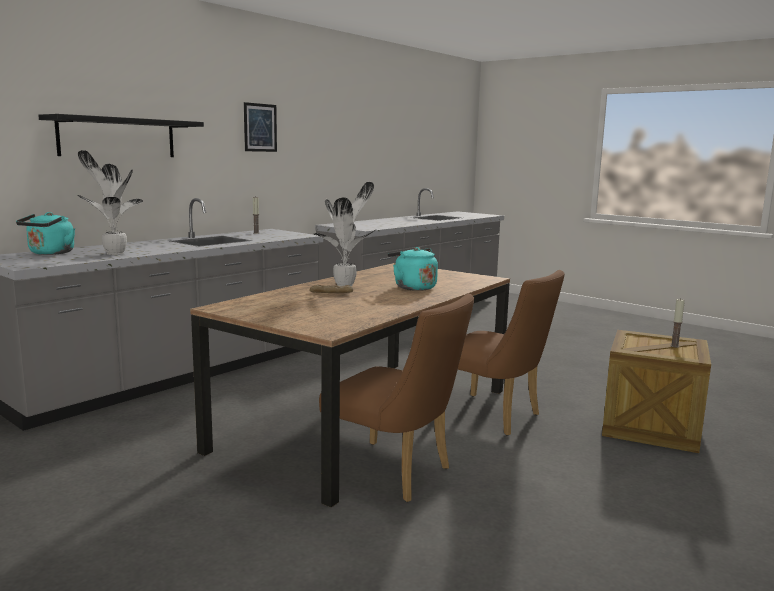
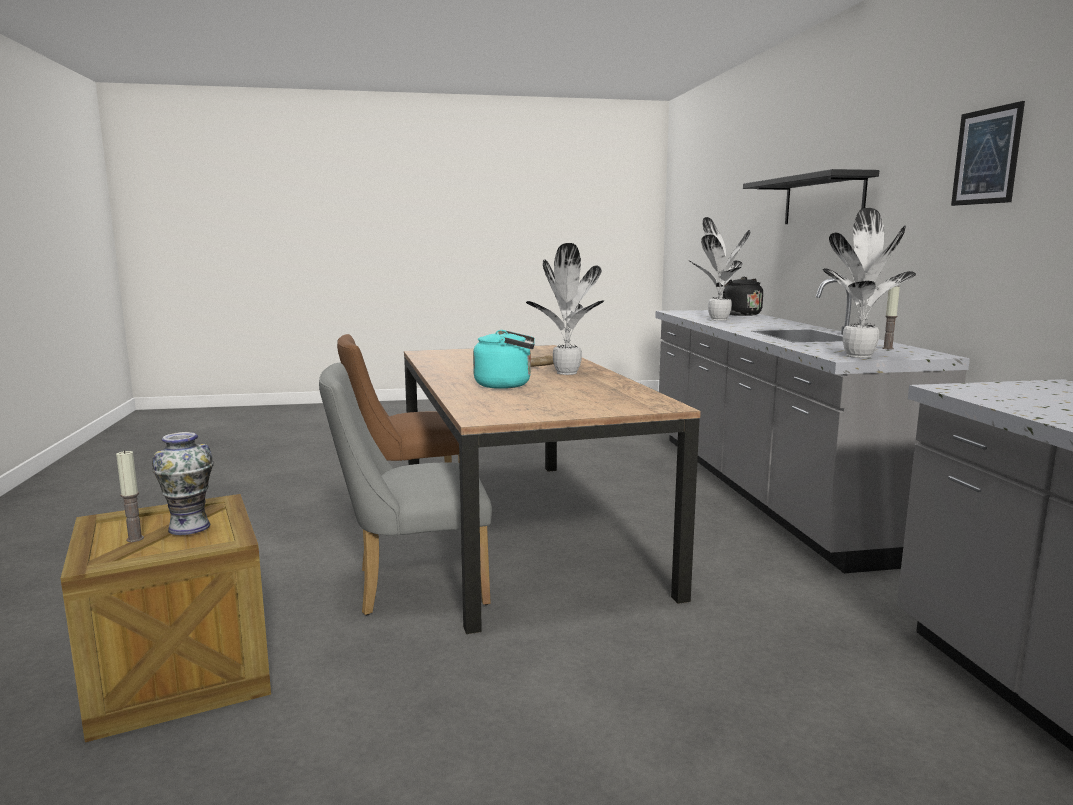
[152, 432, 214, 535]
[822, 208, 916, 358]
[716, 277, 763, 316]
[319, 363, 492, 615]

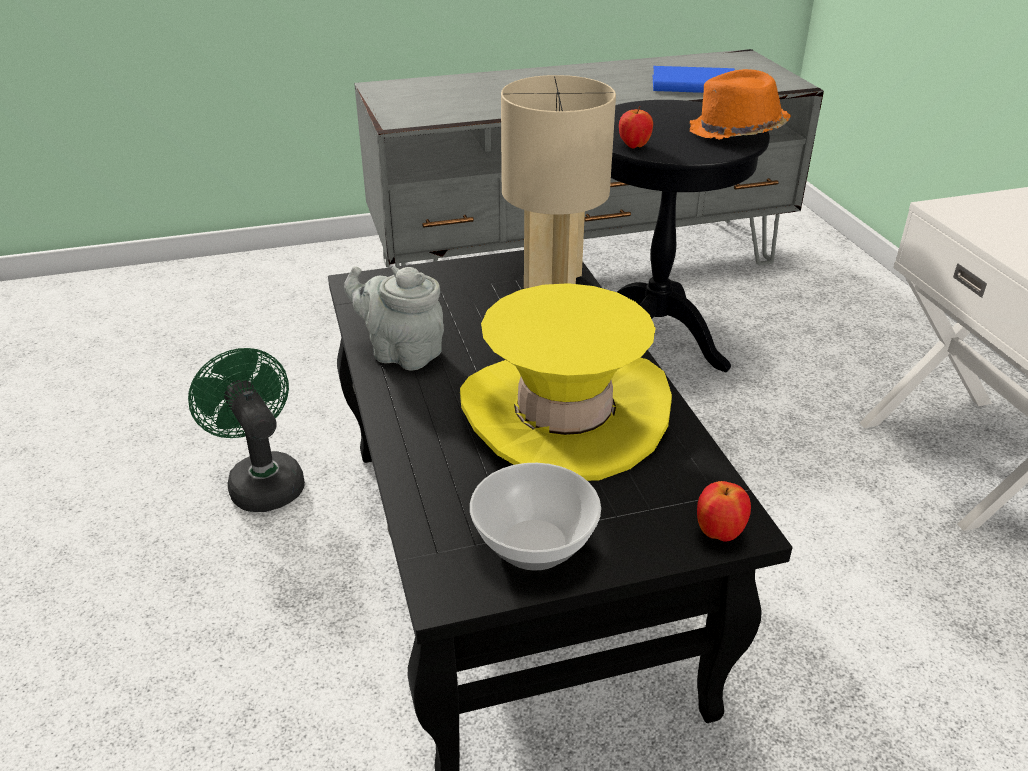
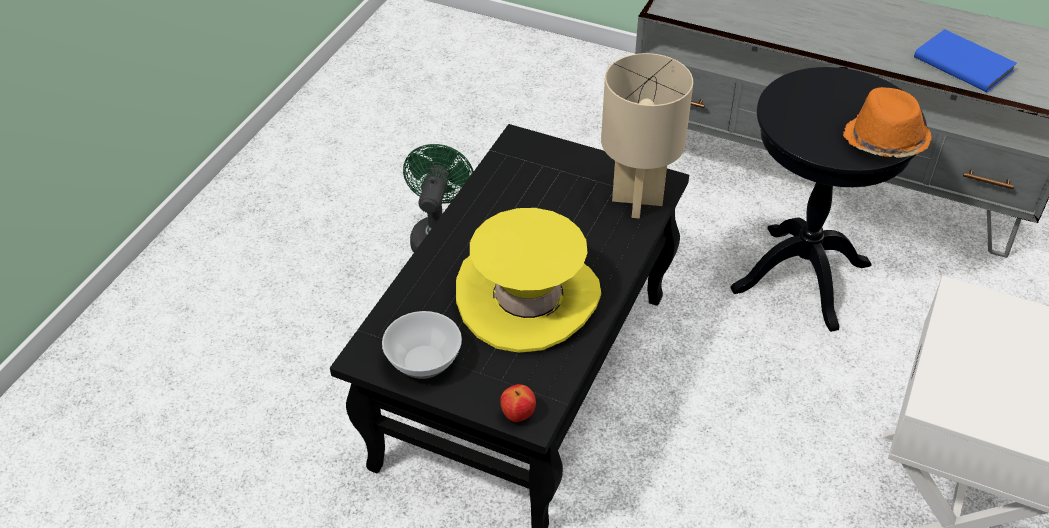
[344, 266, 444, 370] (first image)
[619, 106, 653, 149] (first image)

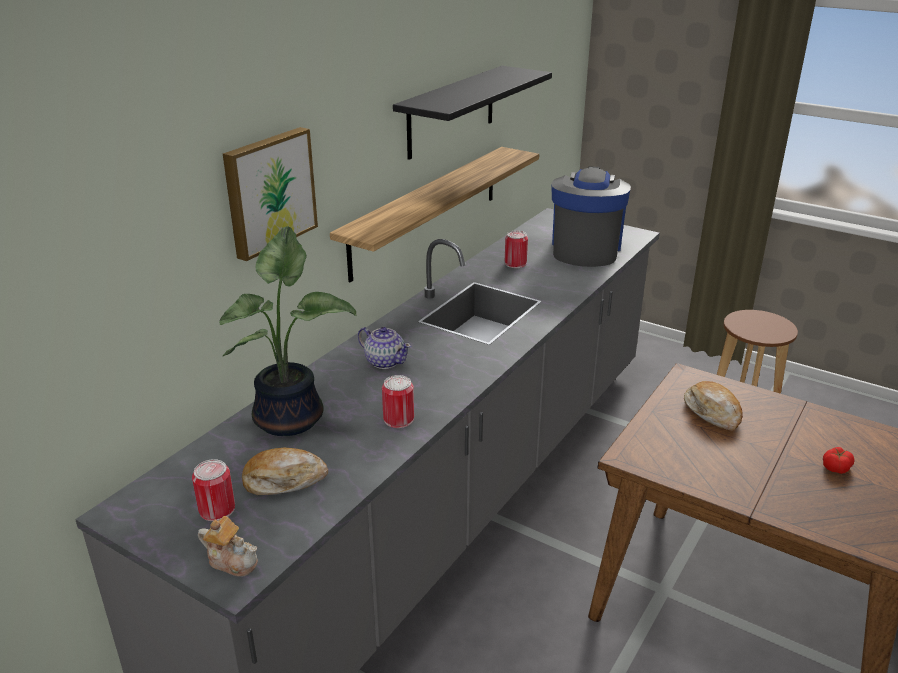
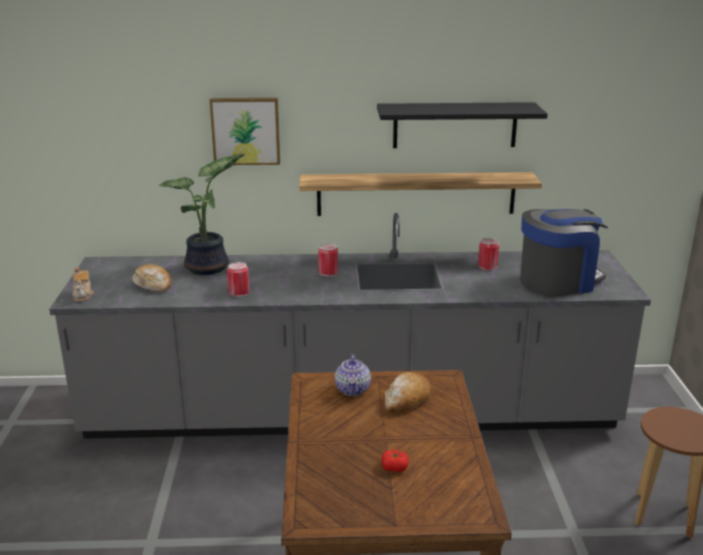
[318, 244, 338, 276]
[335, 354, 371, 396]

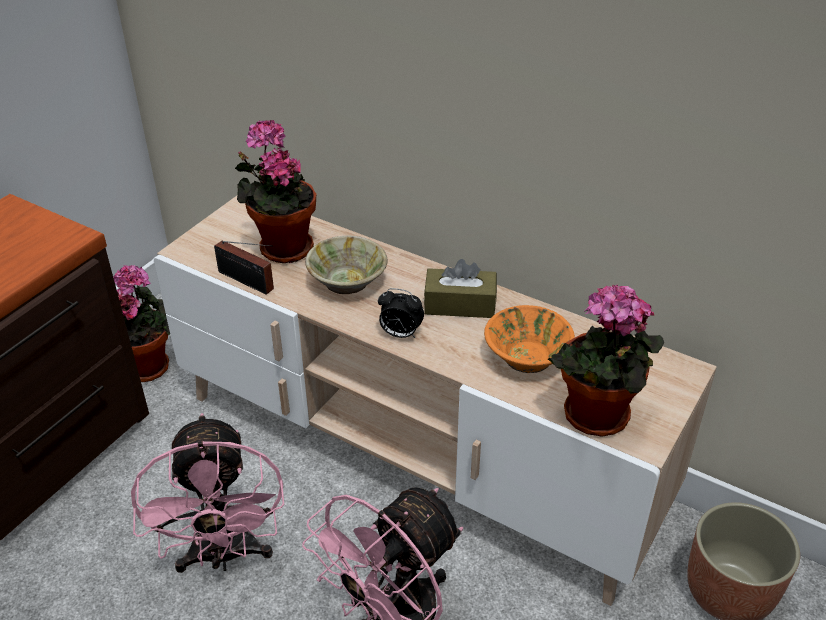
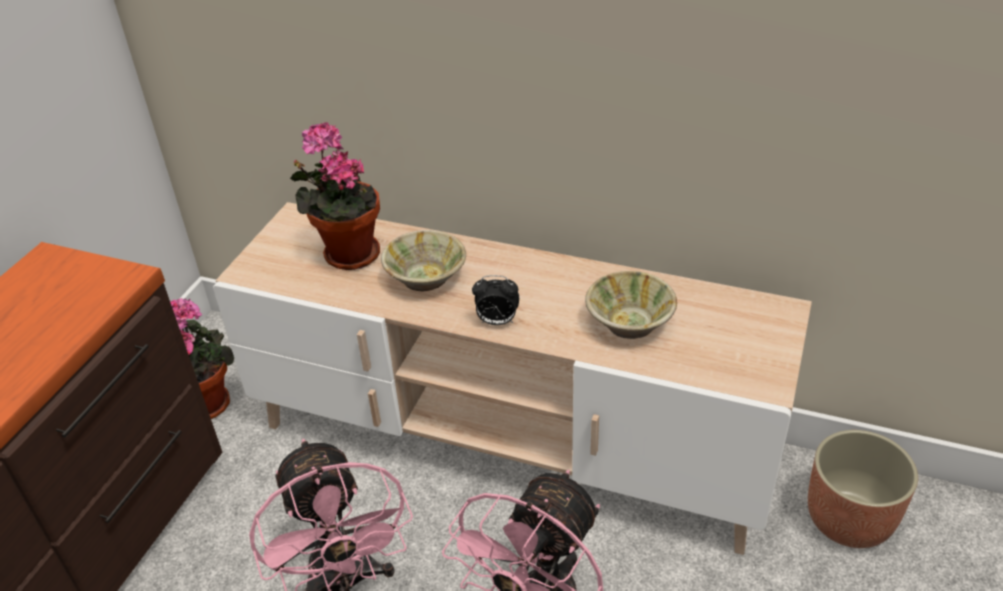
[214, 241, 274, 295] (first image)
[424, 259, 497, 318] (first image)
[548, 284, 664, 437] (first image)
[585, 271, 677, 339]

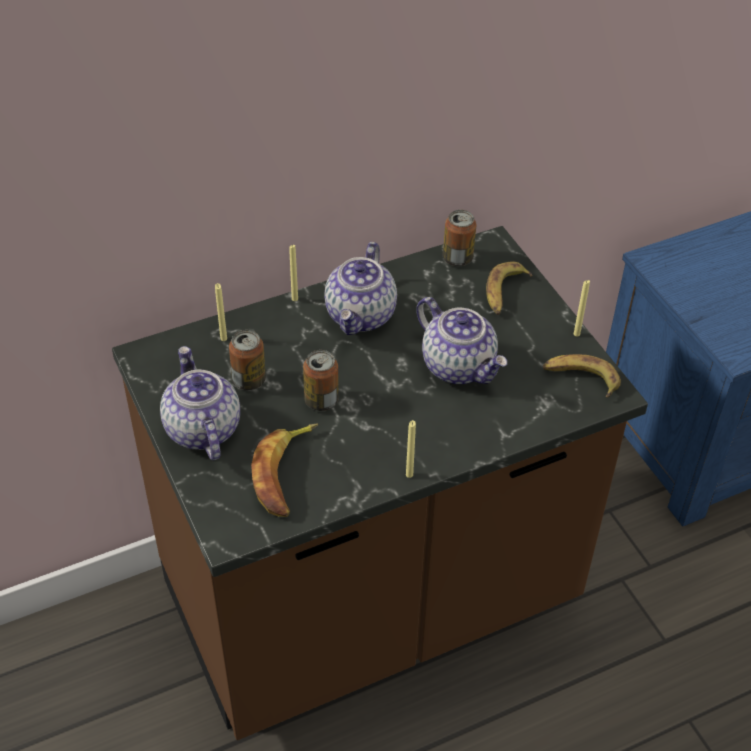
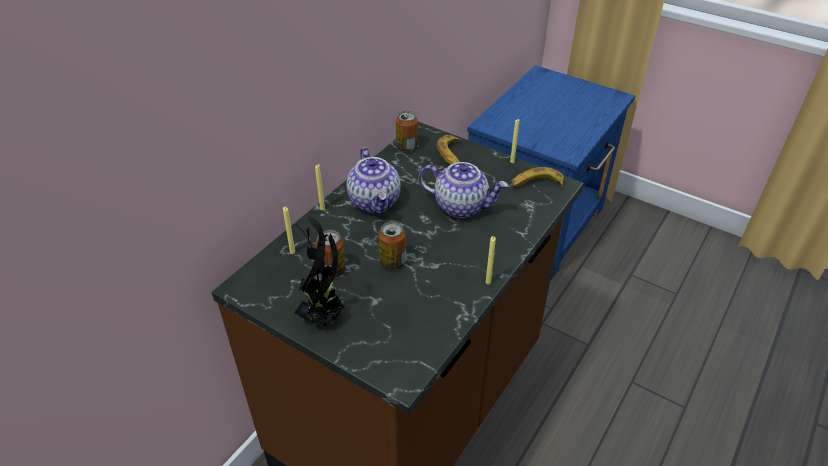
[251, 424, 319, 517] (first image)
[294, 216, 344, 327]

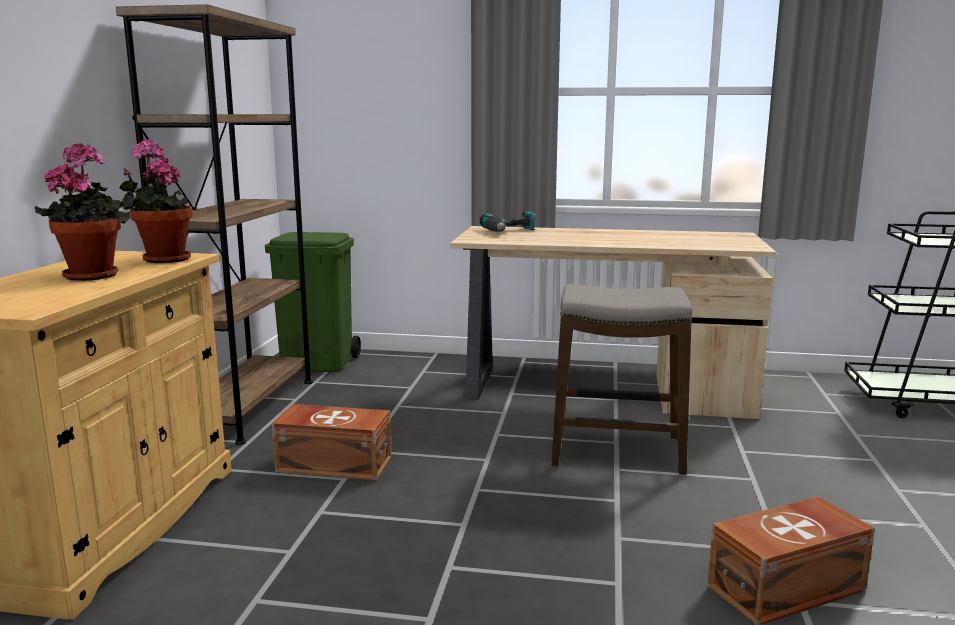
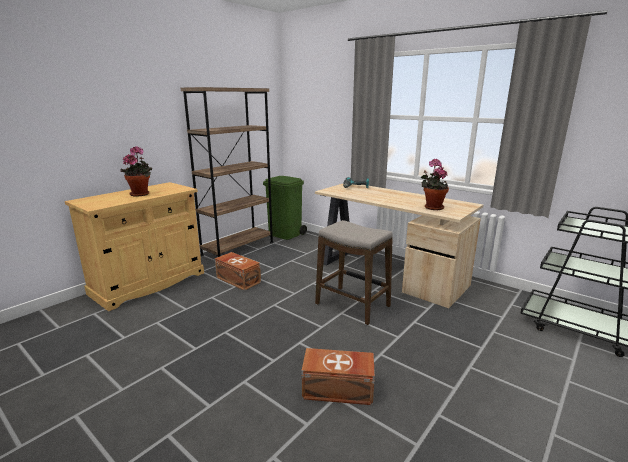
[421, 159, 449, 210]

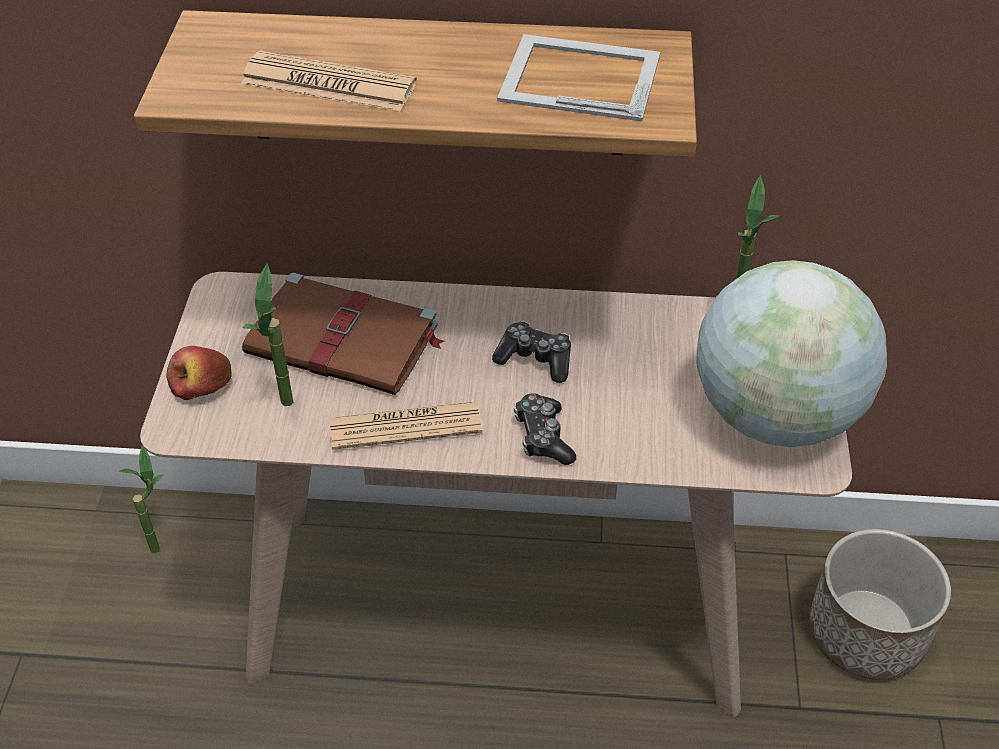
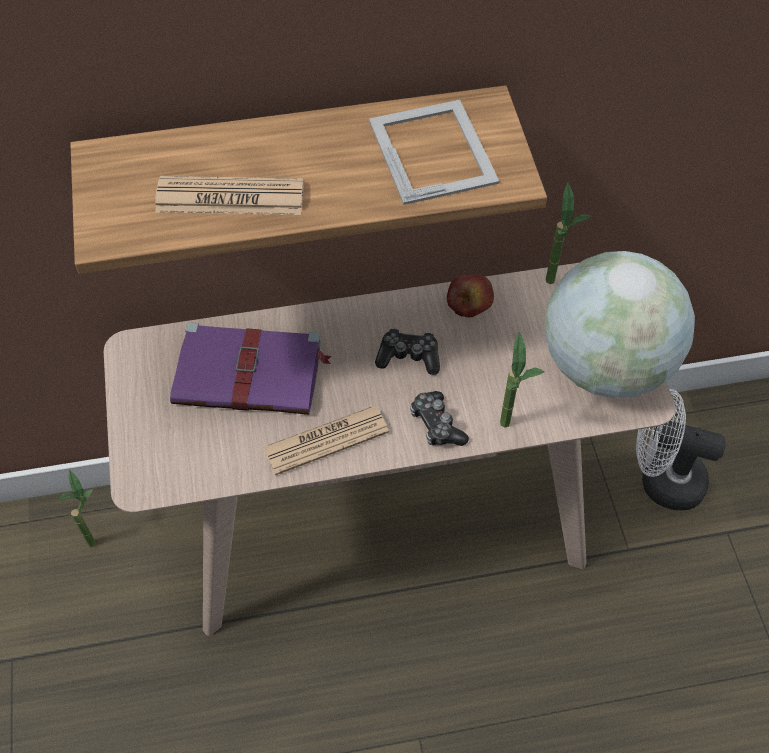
[447, 275, 494, 318]
[500, 332, 545, 428]
[636, 389, 726, 511]
[170, 322, 332, 415]
[369, 100, 500, 205]

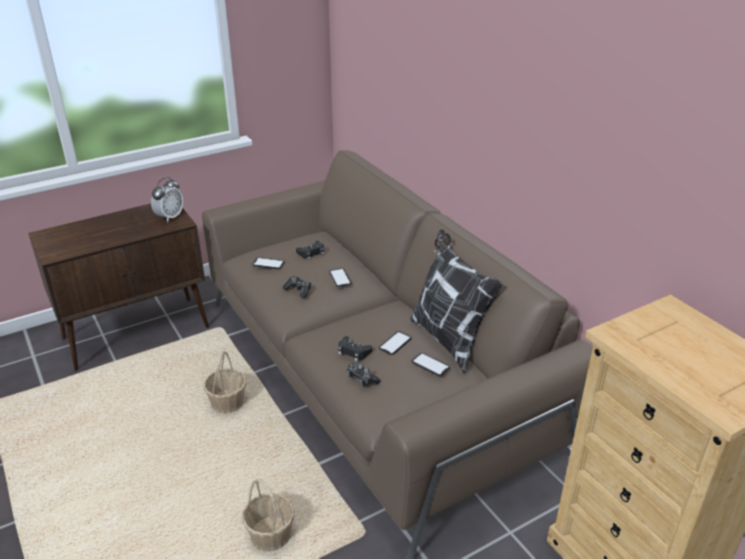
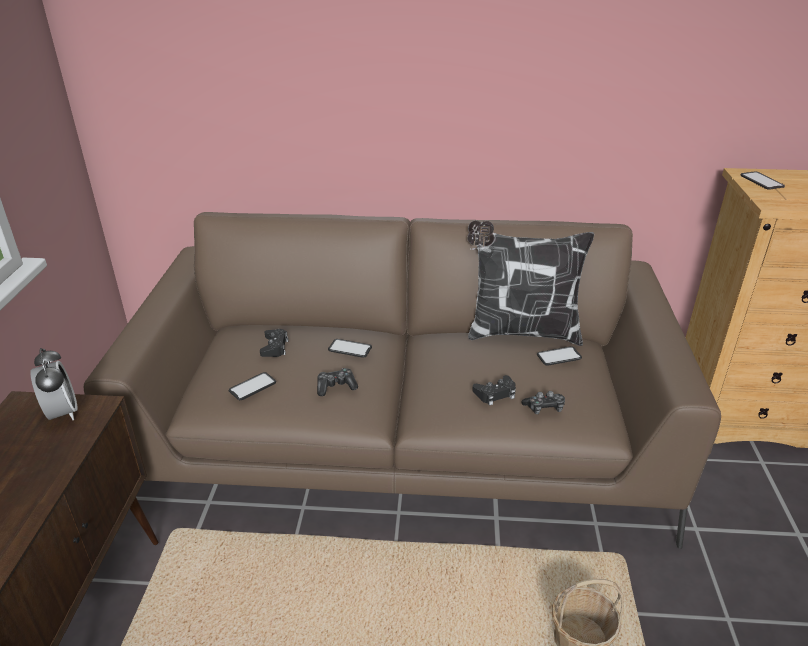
[203, 351, 246, 414] (first image)
[740, 171, 785, 190]

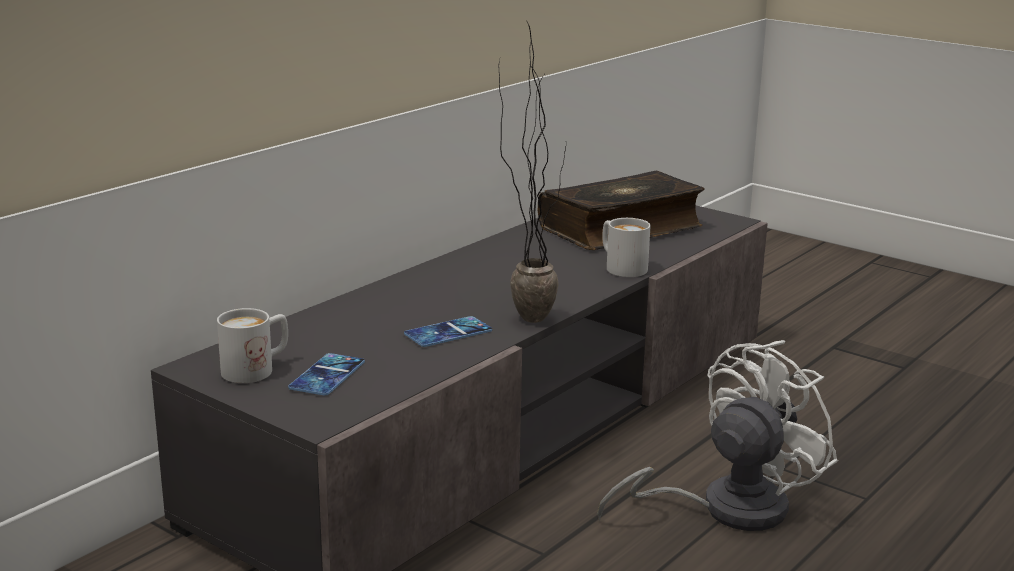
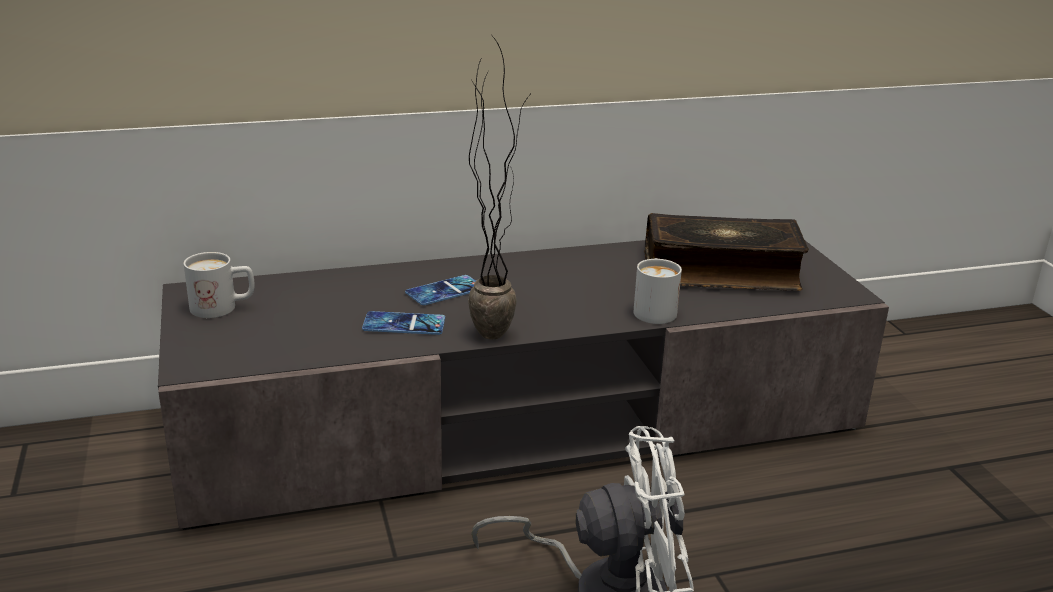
[405, 275, 476, 305]

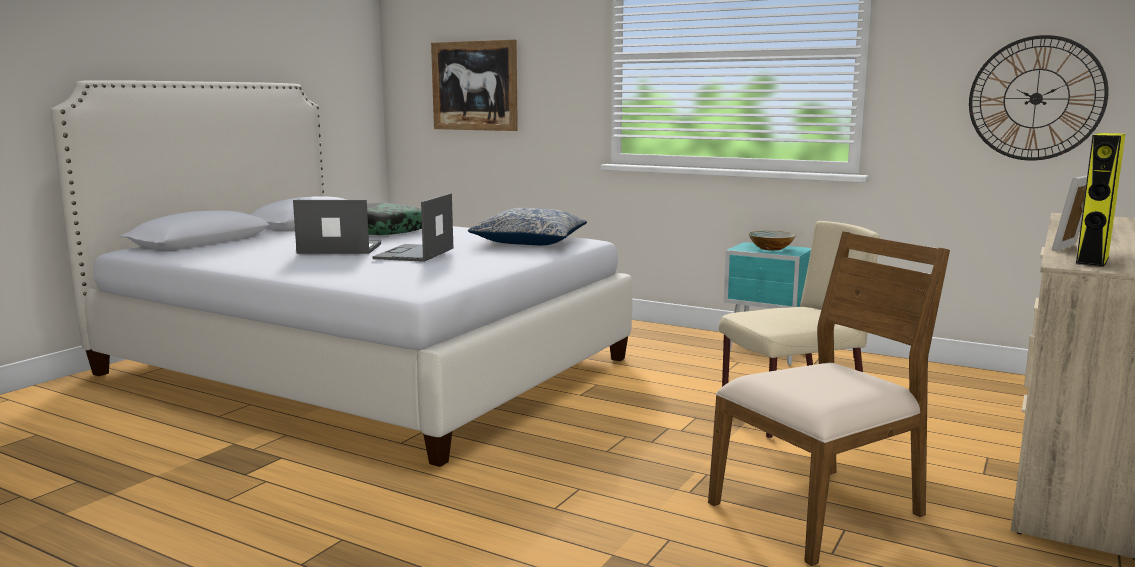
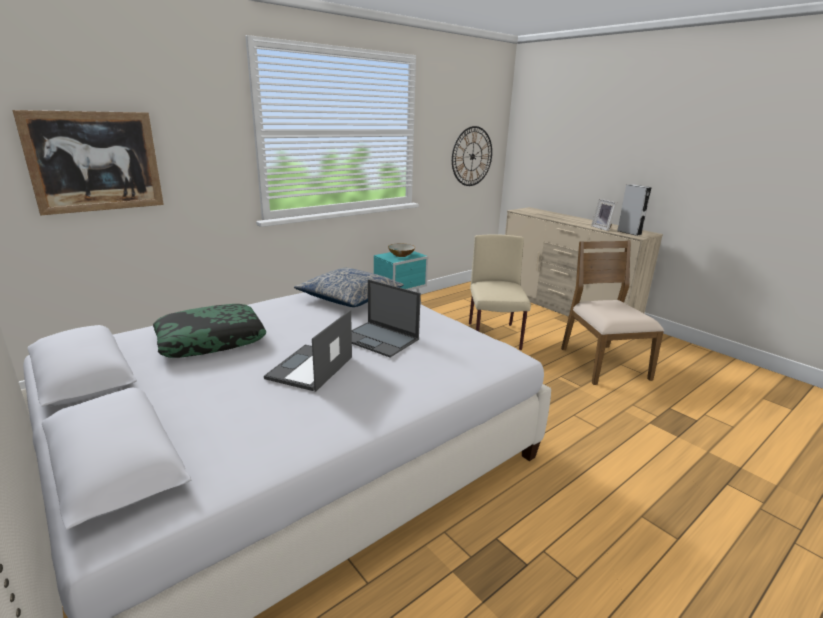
[617, 184, 652, 236]

